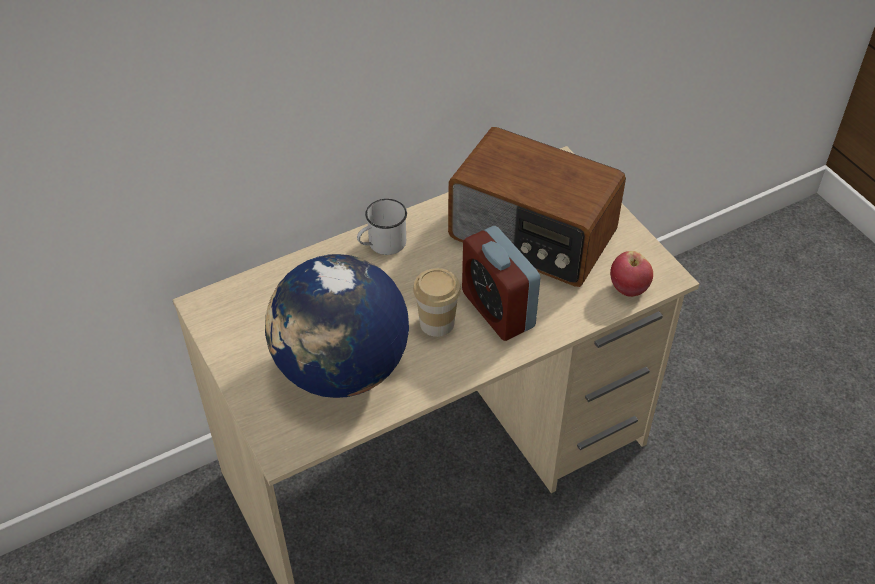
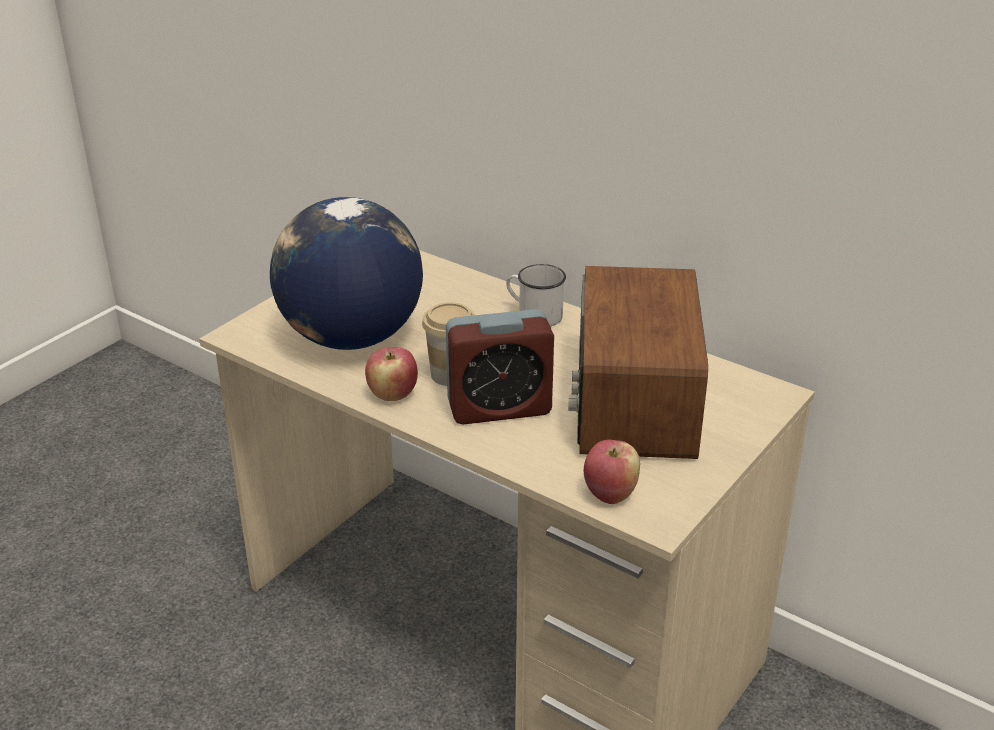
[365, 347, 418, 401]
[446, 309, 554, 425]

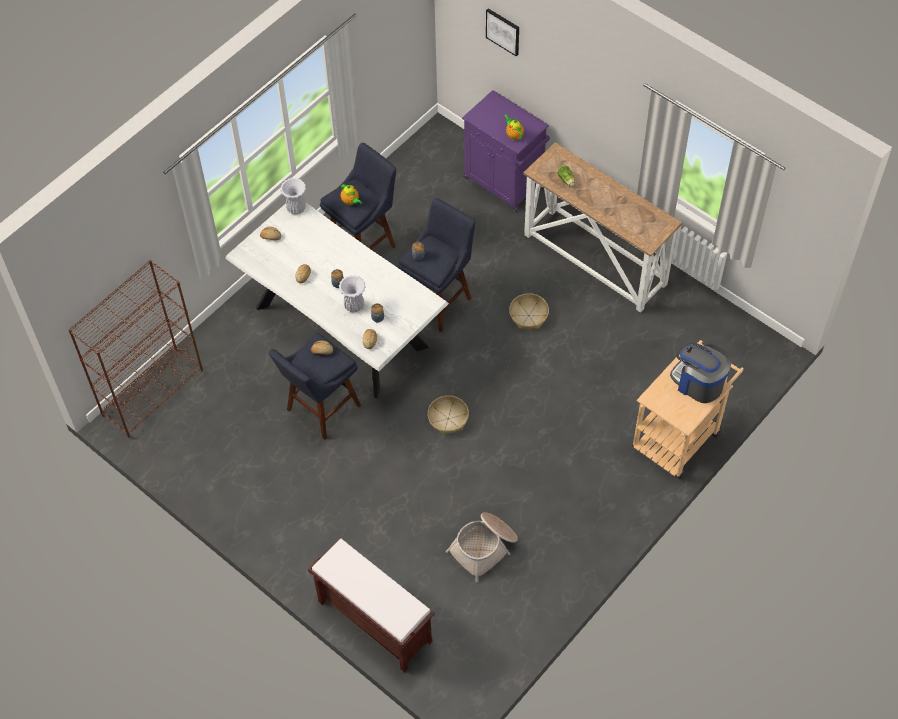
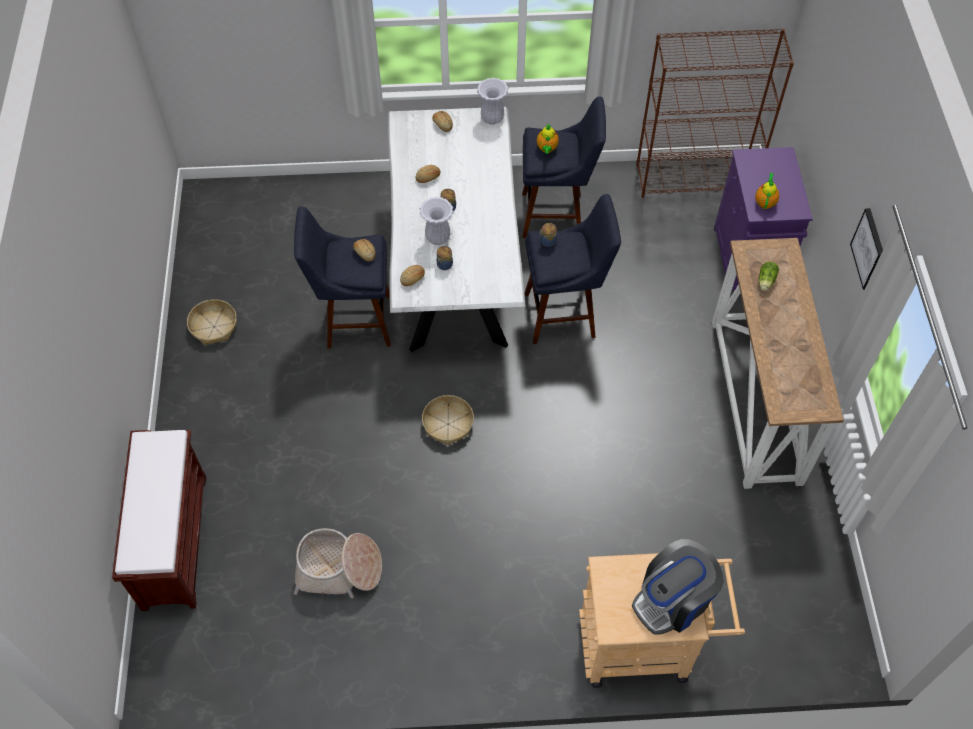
[636, 29, 794, 198]
[850, 208, 883, 290]
[187, 299, 237, 345]
[632, 539, 724, 635]

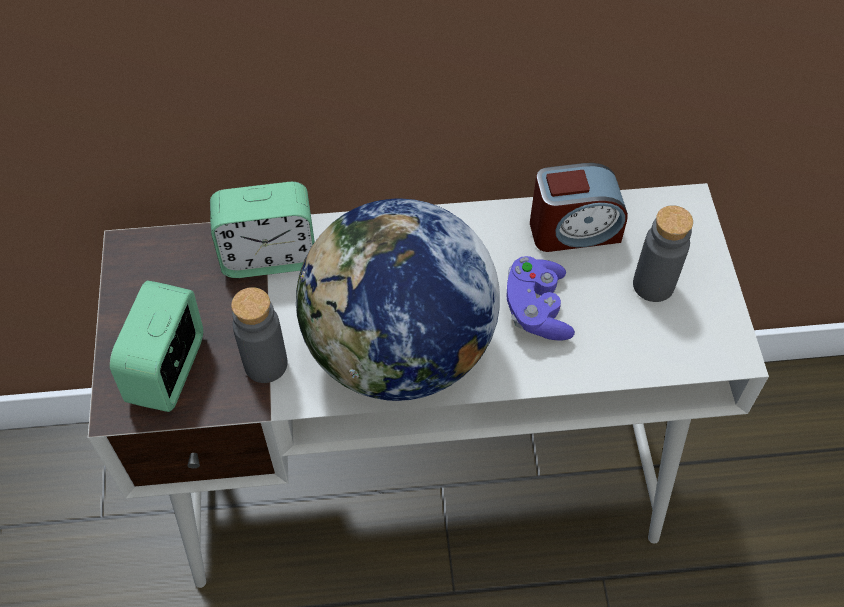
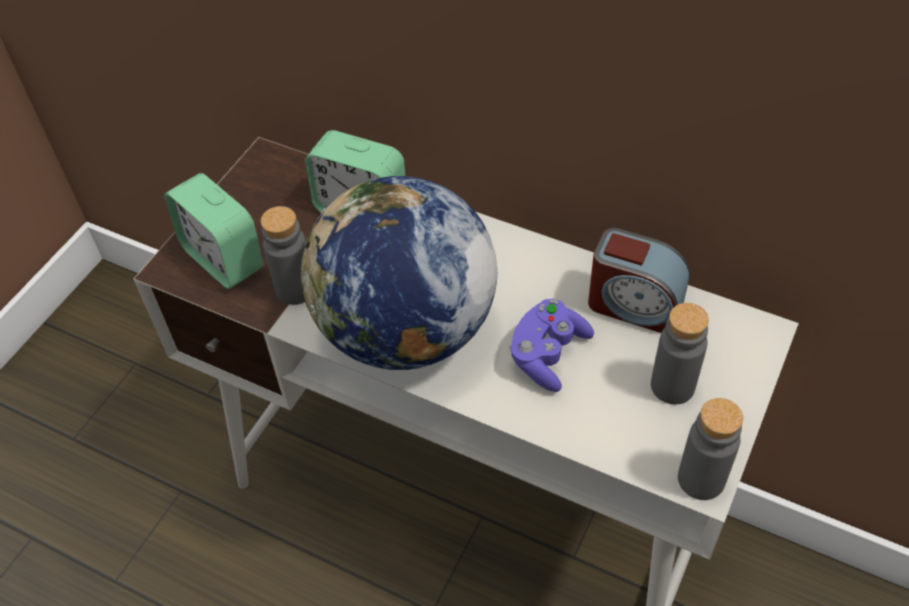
[678, 398, 743, 500]
[164, 173, 263, 289]

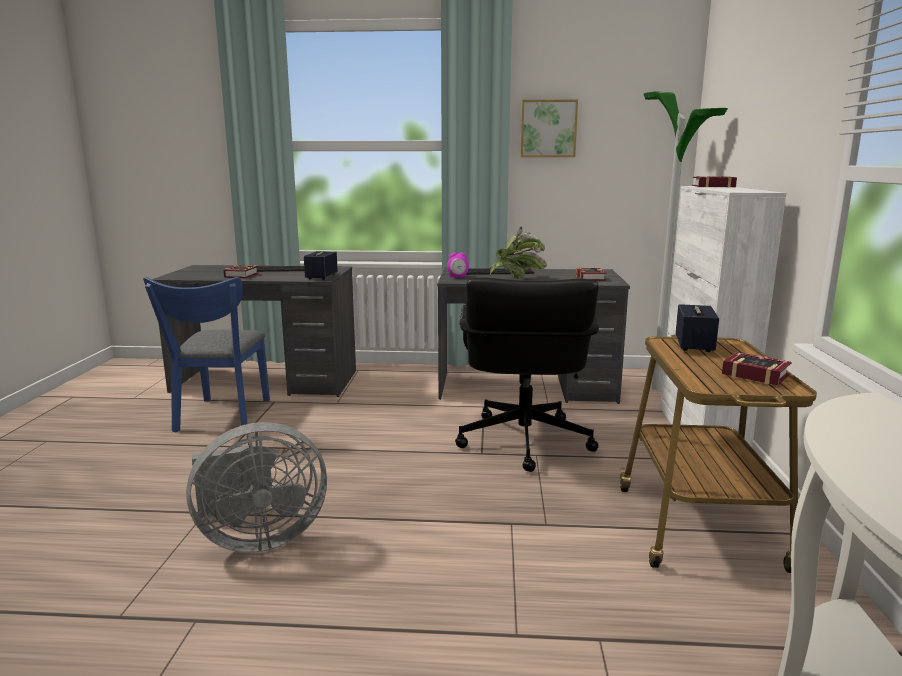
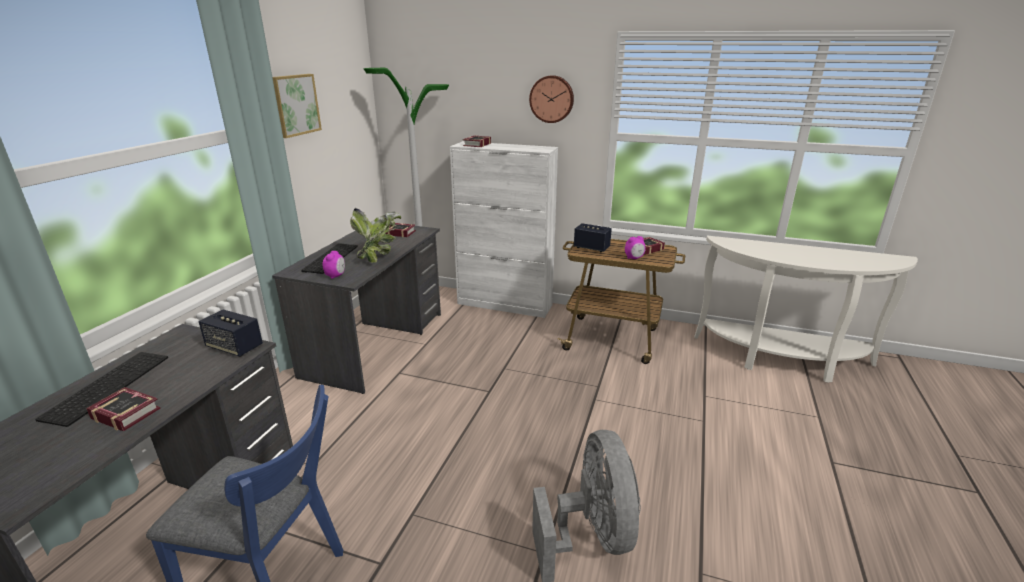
[455, 277, 599, 472] (first image)
[529, 75, 574, 123]
[625, 236, 646, 259]

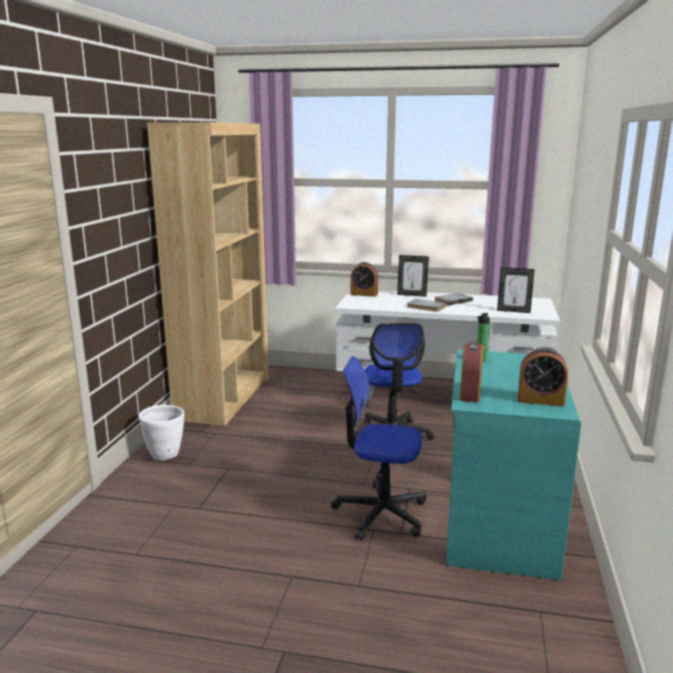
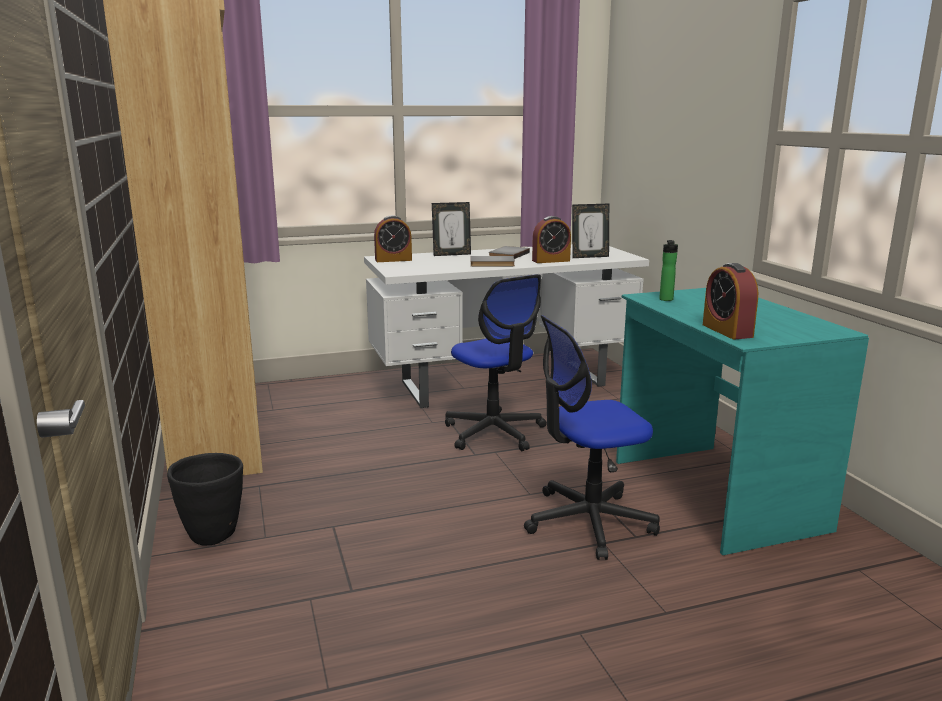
[532, 216, 571, 263]
[167, 453, 243, 546]

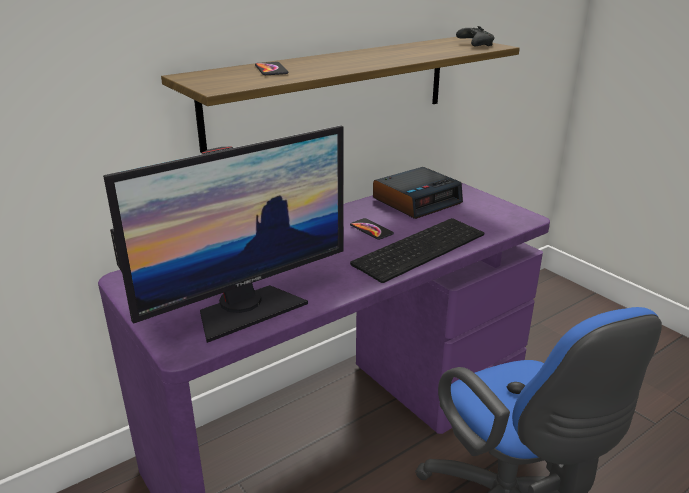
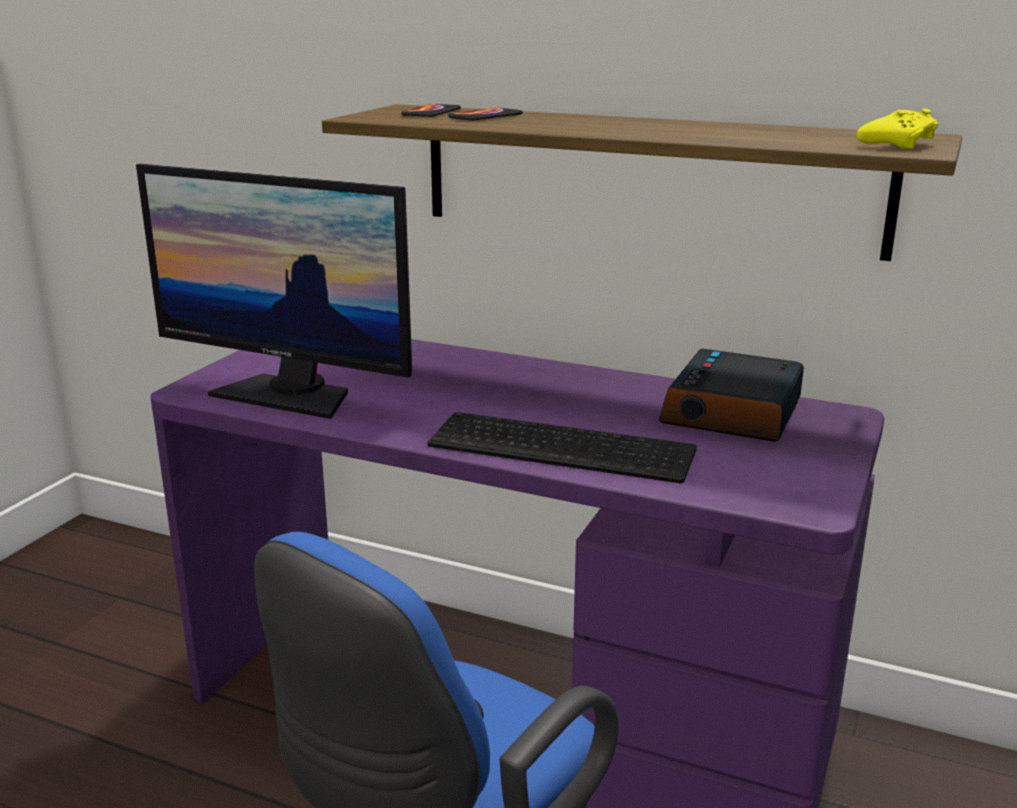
[401, 104, 461, 117]
[857, 108, 939, 149]
[658, 349, 804, 442]

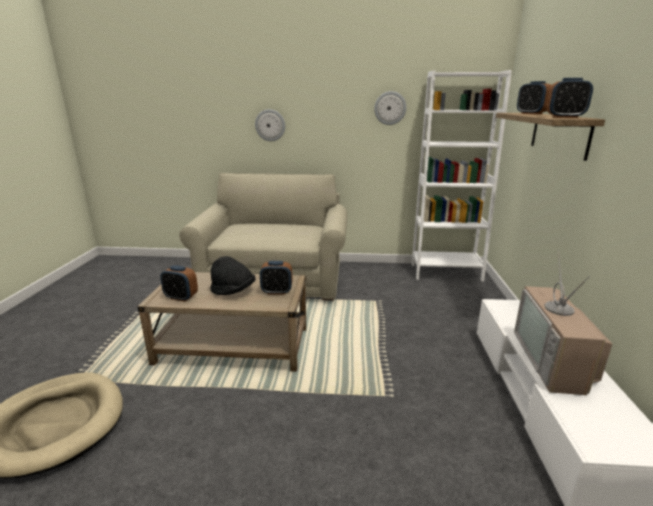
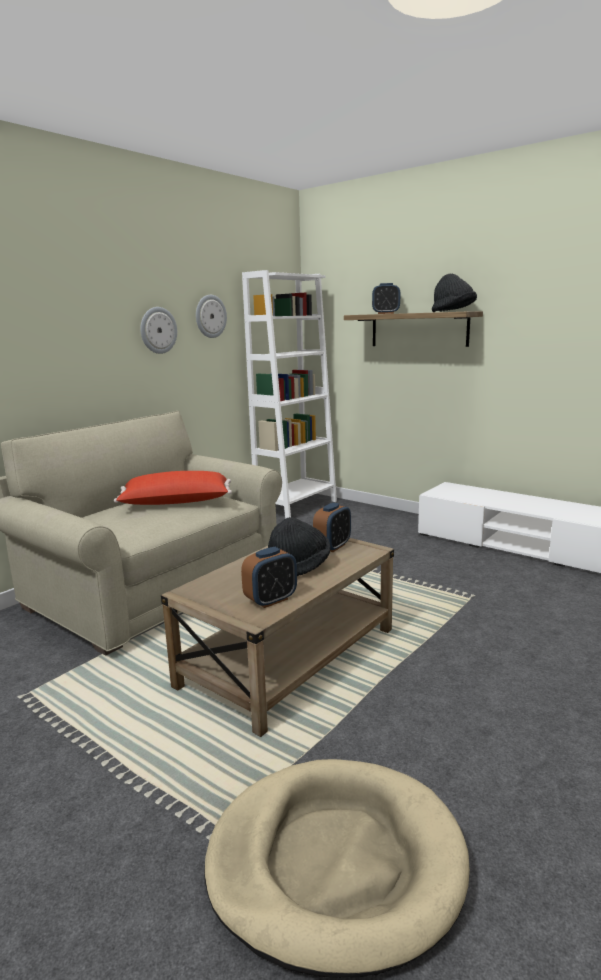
[514, 250, 612, 395] (first image)
[114, 471, 232, 505]
[140, 307, 177, 354]
[432, 274, 477, 312]

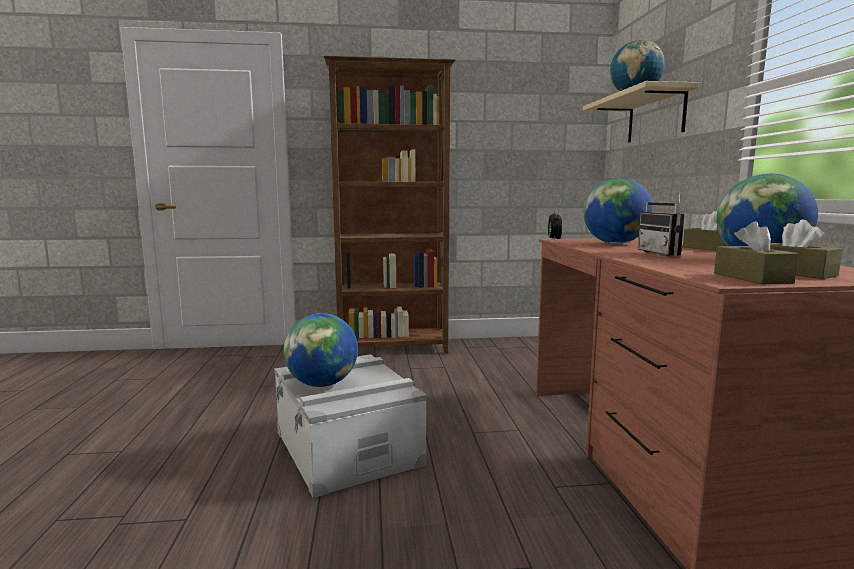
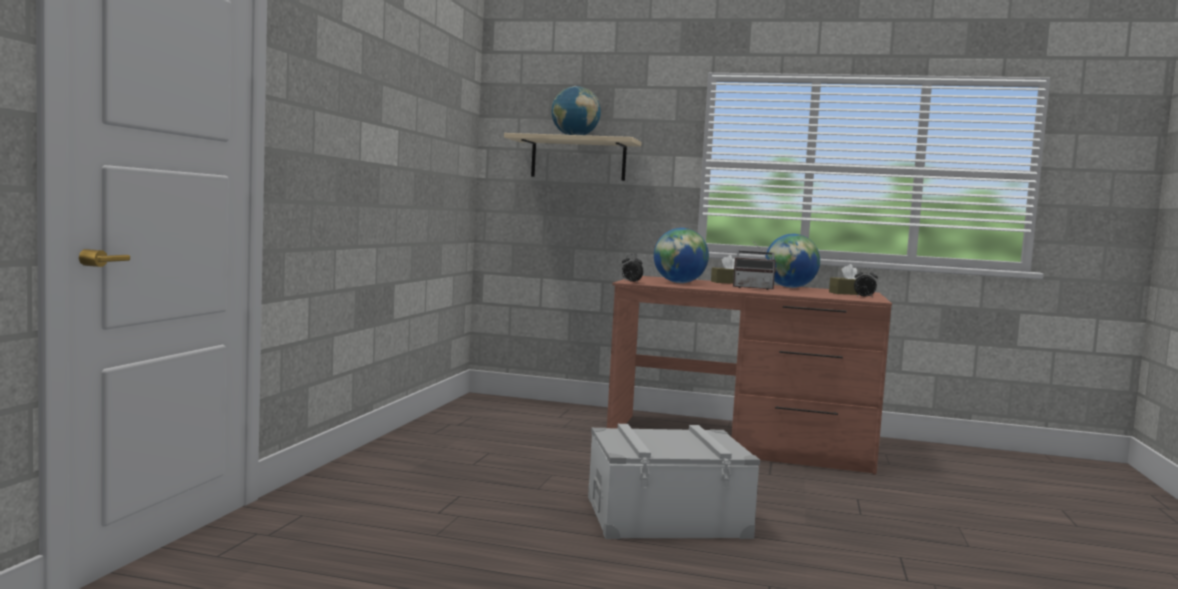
[284, 313, 358, 387] (first image)
[324, 56, 455, 353] (first image)
[854, 268, 878, 298]

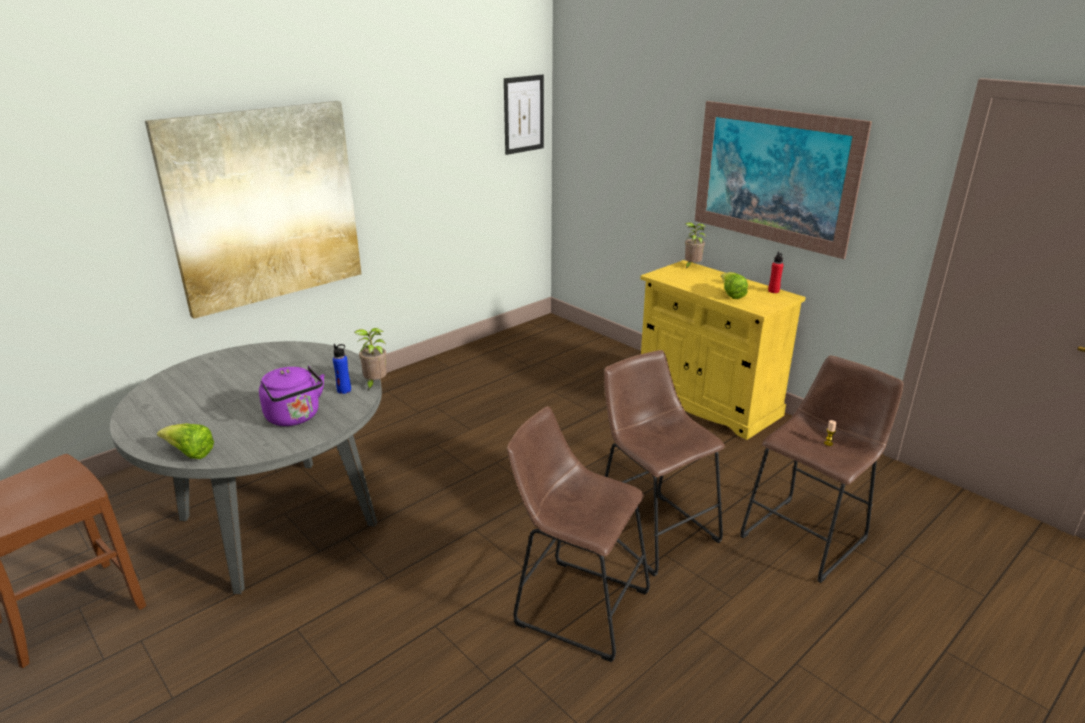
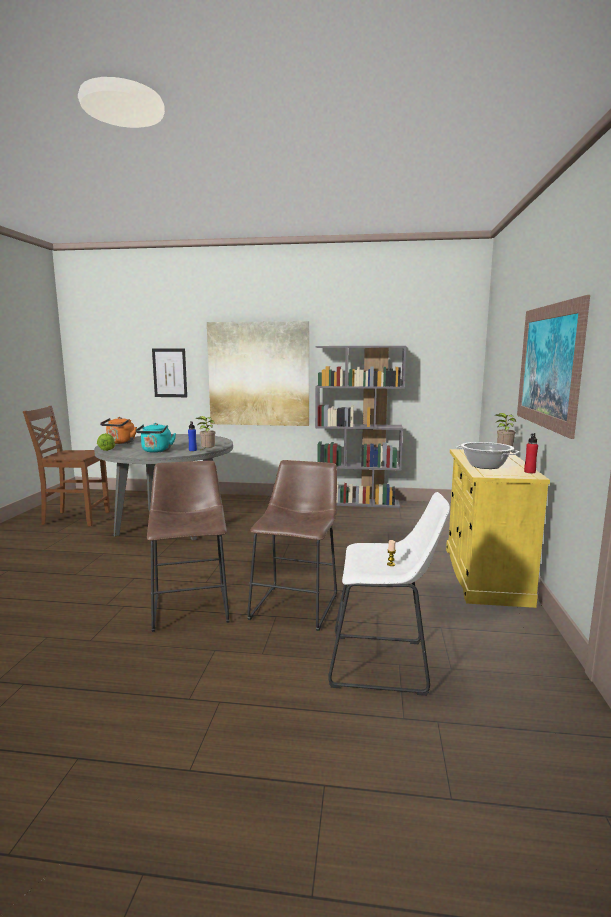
[100, 417, 137, 444]
[315, 346, 406, 508]
[152, 349, 187, 397]
[456, 442, 520, 469]
[136, 423, 176, 453]
[328, 492, 450, 696]

